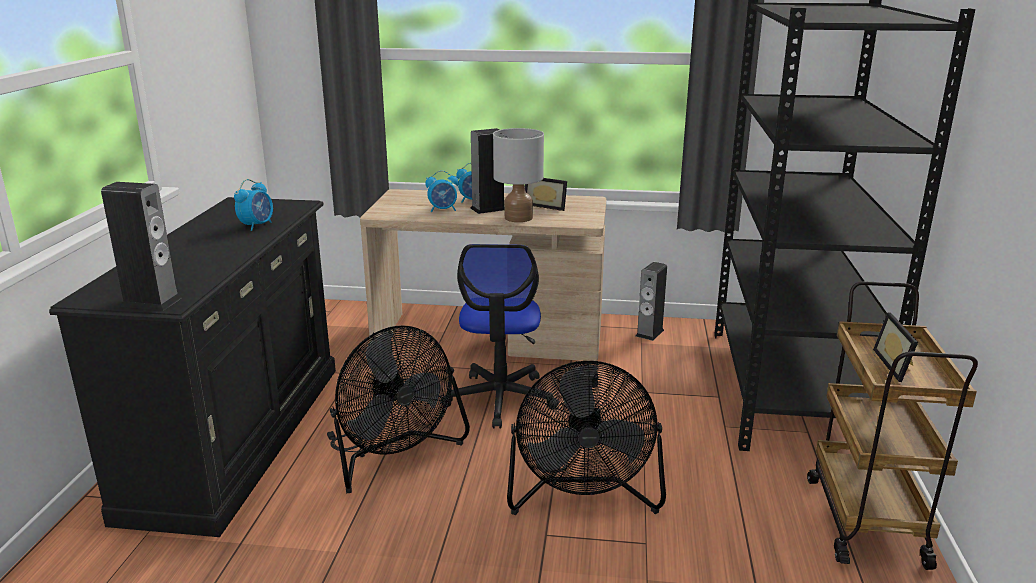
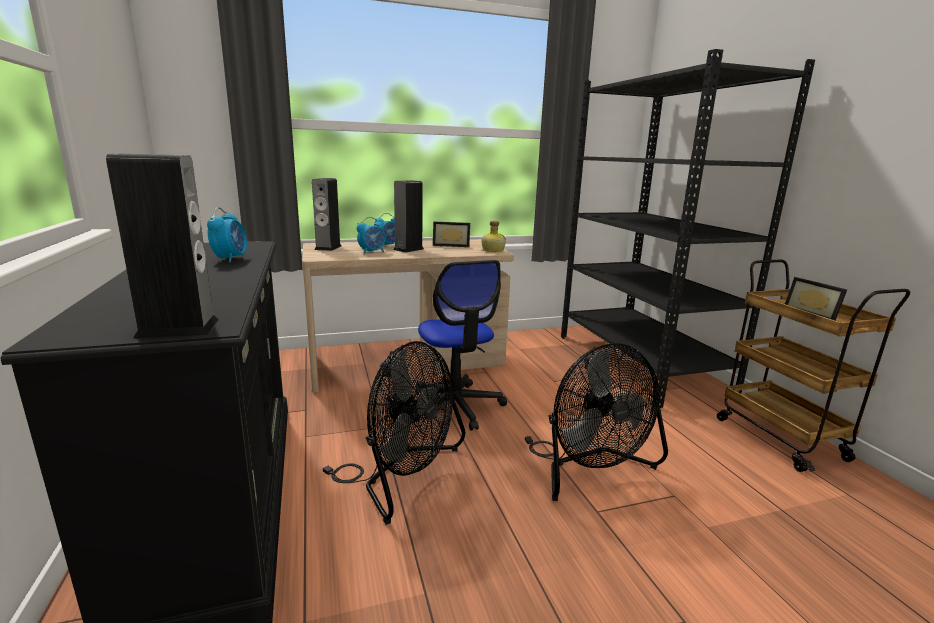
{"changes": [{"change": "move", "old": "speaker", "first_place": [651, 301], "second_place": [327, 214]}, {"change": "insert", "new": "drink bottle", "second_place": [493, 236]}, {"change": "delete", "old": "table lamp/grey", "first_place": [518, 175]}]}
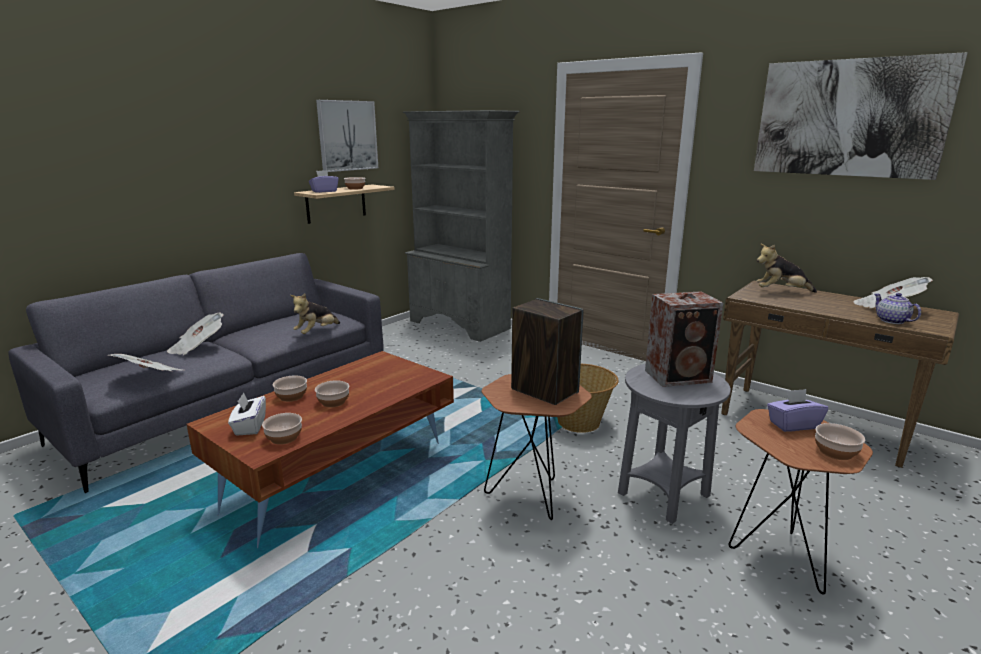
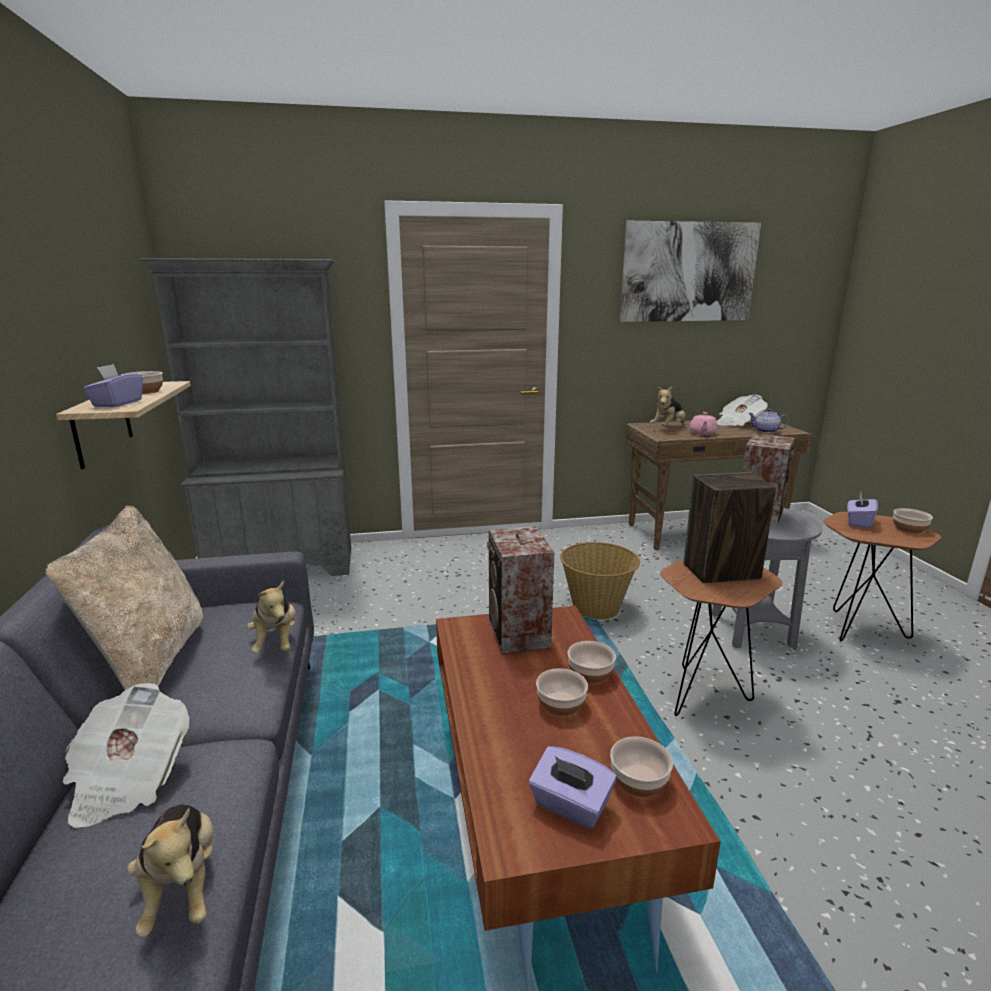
{"changes": [{"change": "insert", "new": "pillow/beige", "second_place": [124, 597]}, {"change": "replace", "old": "newspaper", "new": "soft toy", "first_place": [145, 362], "second_place": [170, 871]}, {"change": "insert", "new": "speaker", "second_place": [520, 590]}, {"change": "recolor", "old": "tissue holder/white-coloured", "new": "tissue holder/purplish", "first_place": [247, 414], "second_place": [573, 787]}, {"change": "move", "old": "deep dish", "first_place": [289, 389], "second_place": [592, 662]}, {"change": "insert", "new": "pot for tea/pinkish", "second_place": [703, 423]}, {"change": "delete", "old": "wall art", "first_place": [347, 136]}]}
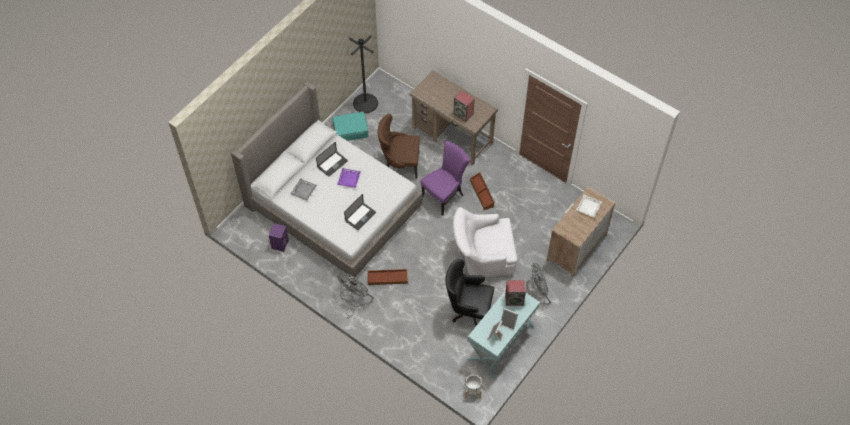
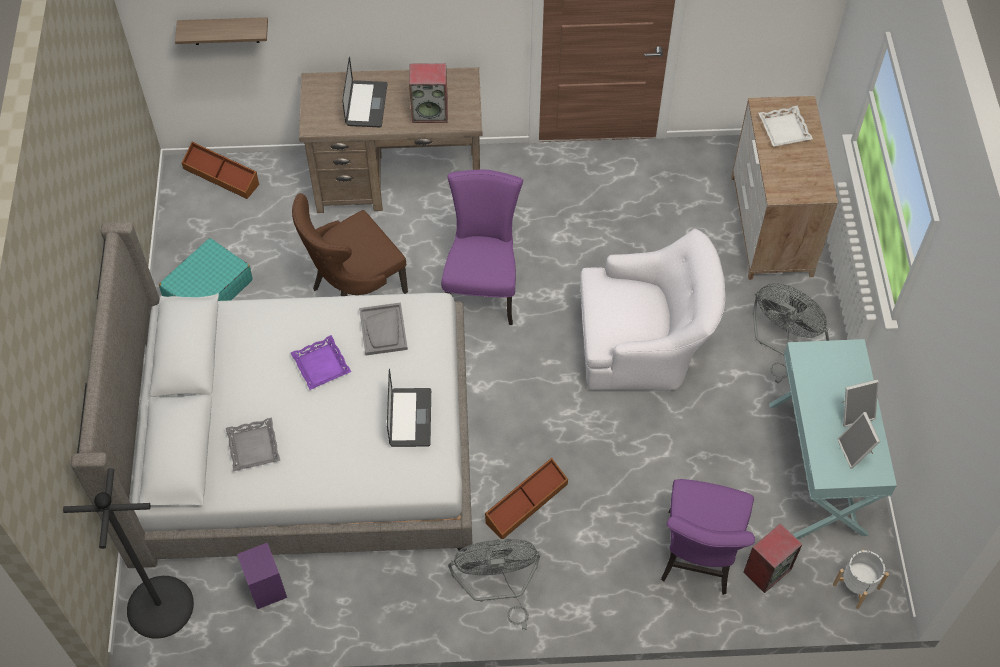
{"changes": [{"change": "move", "old": "garment rack/black-coloured", "first_place": [363, 74], "second_place": [128, 553]}, {"change": "insert", "new": "wall shelf", "second_place": [221, 31]}, {"change": "move", "old": "storage box/brown", "first_place": [482, 191], "second_place": [220, 170]}, {"change": "move", "old": "notebook computer", "first_place": [332, 159], "second_place": [364, 92]}, {"change": "insert", "new": "carrying tray/grey", "second_place": [383, 329]}, {"change": "rotate", "old": "easy chair/white-coloured", "first_place": [485, 242], "second_place": [652, 310], "degrees": -135}, {"change": "insert", "new": "upright chair/purplish", "second_place": [708, 537]}, {"change": "move", "old": "speaker", "first_place": [515, 293], "second_place": [772, 558]}, {"change": "delete", "old": "office chair/black-coloured", "first_place": [470, 292]}]}
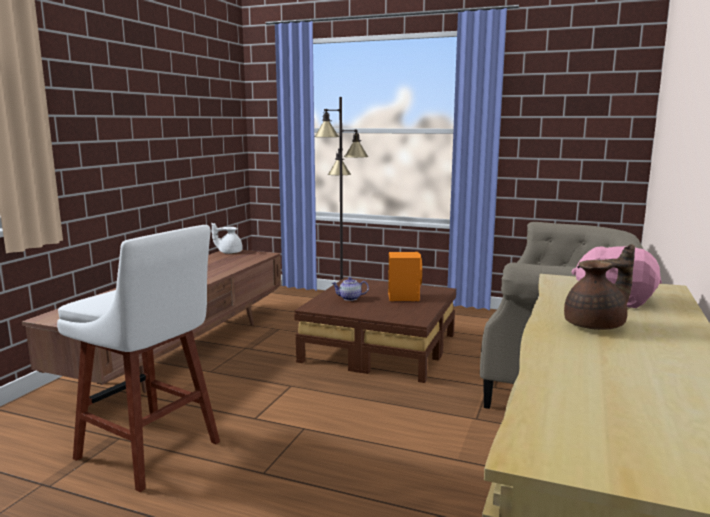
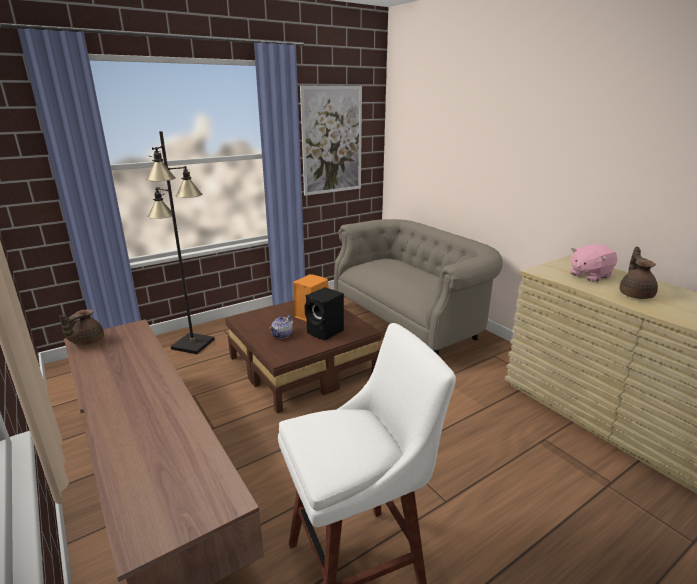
{"changes": [{"change": "recolor", "old": "pot for tea/white-coloured", "new": "pot for tea/brown", "first_place": [227, 238], "second_place": [81, 327]}, {"change": "insert", "new": "wall art", "second_place": [331, 140]}, {"change": "insert", "new": "speaker/black-coloured", "second_place": [324, 313]}]}
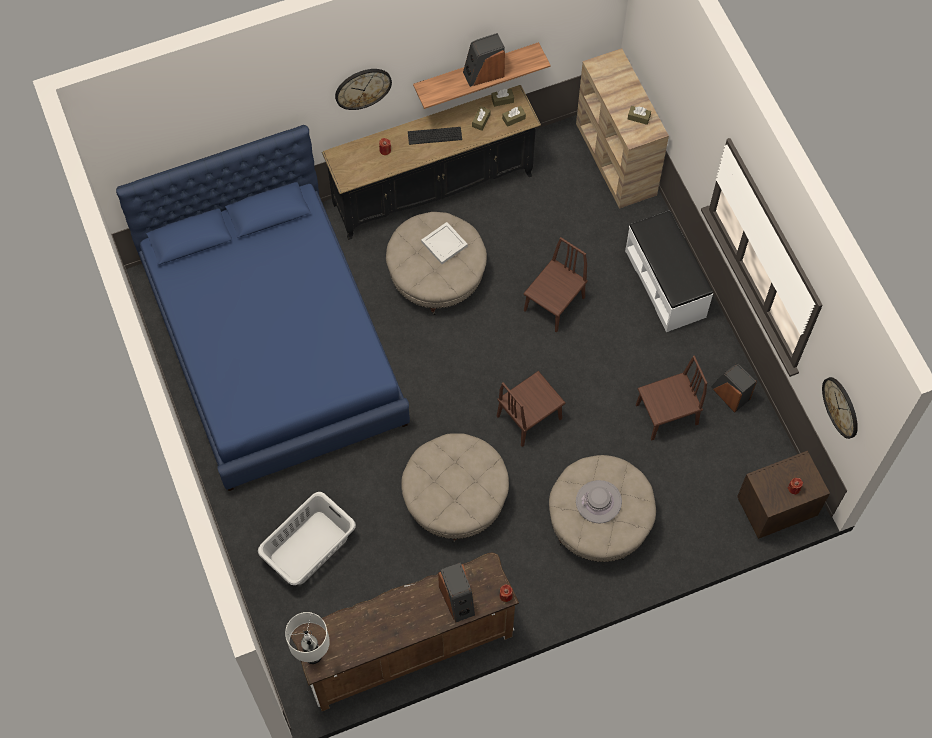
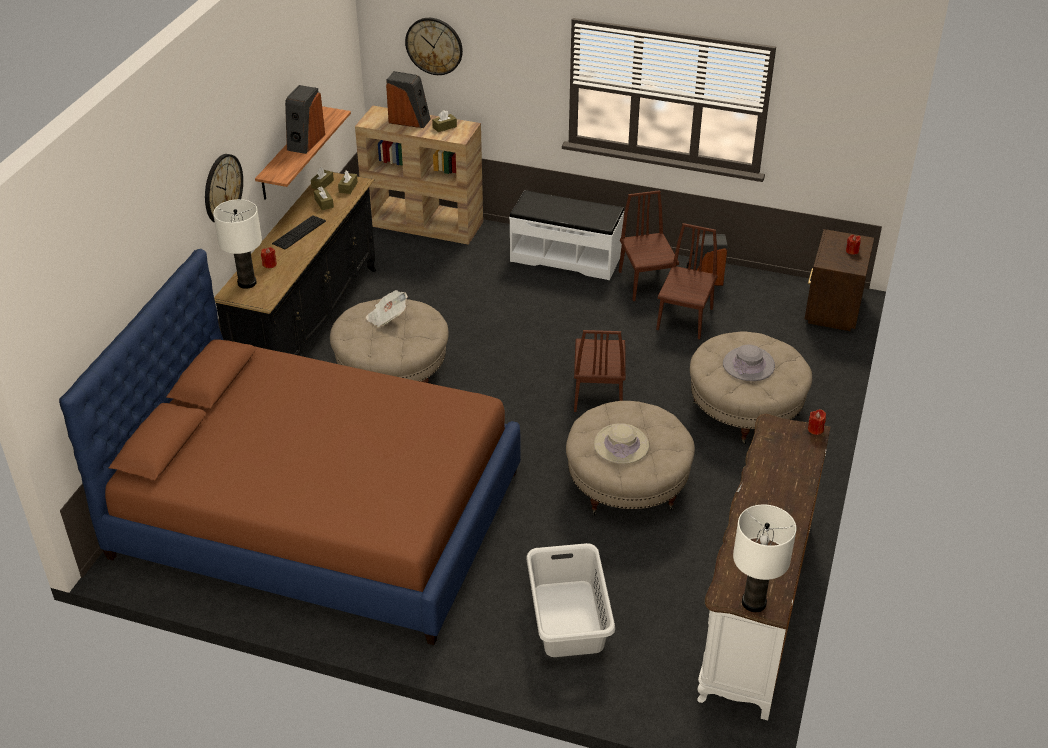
{"changes": [{"change": "recolor", "old": "sleeping bed/blue-coloured", "new": "sleeping bed/brown", "first_place": [263, 308], "second_place": [290, 447]}, {"change": "insert", "new": "table lamp/white-coloured", "second_place": [237, 244]}, {"change": "replace", "old": "carrying tray/white-coloured", "new": "newspaper", "first_place": [444, 243], "second_place": [387, 309]}, {"change": "move", "old": "speaker", "first_place": [456, 592], "second_place": [408, 99]}, {"change": "move", "old": "wall clock", "first_place": [840, 408], "second_place": [434, 46]}, {"change": "insert", "new": "clothing hat/beige", "second_place": [621, 443]}, {"change": "move", "old": "upright chair/brown", "first_place": [556, 285], "second_place": [649, 245]}]}
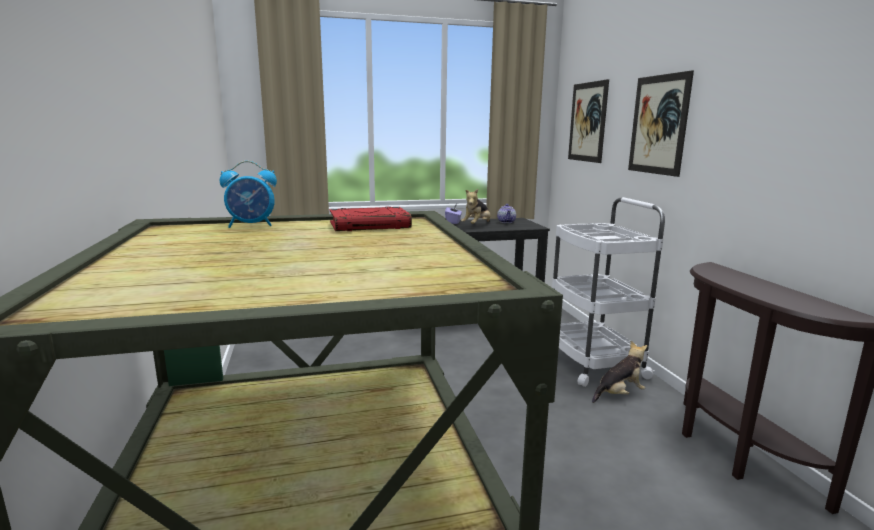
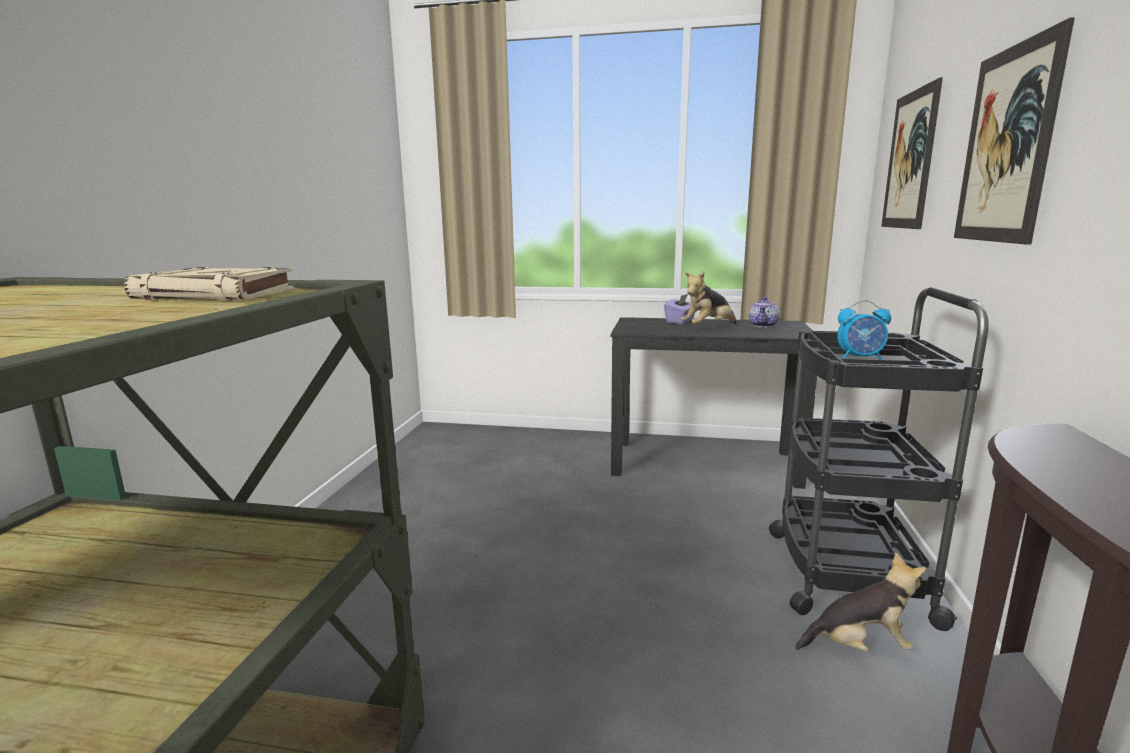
{"changes": [{"change": "recolor", "old": "bound book/red", "new": "bound book/beige", "first_place": [371, 218], "second_place": [209, 283]}, {"change": "recolor", "old": "wheeled cart/white-coloured", "new": "wheeled cart/black-coloured", "first_place": [608, 292], "second_place": [879, 459]}, {"change": "move", "old": "table clock", "first_place": [248, 194], "second_place": [864, 330]}]}
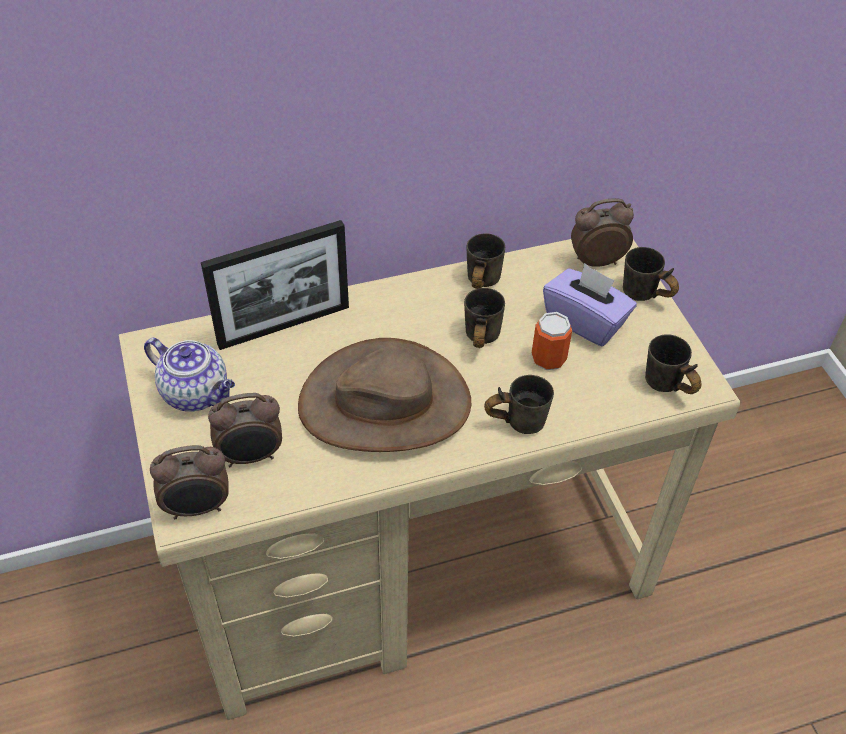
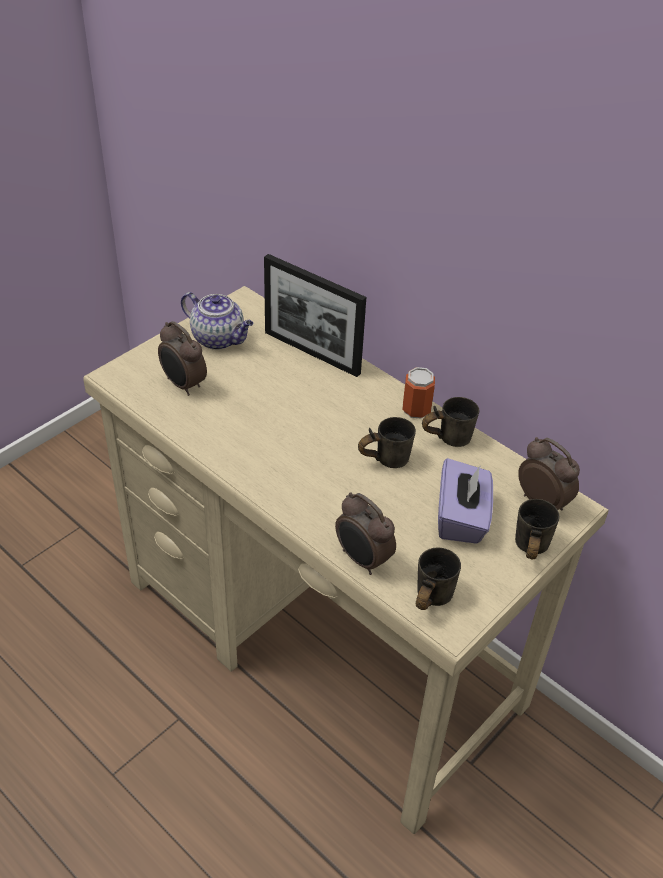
{"changes": [{"change": "rotate", "old": "pot for tea", "first_place": [189, 375], "second_place": [217, 321], "degrees": -60}, {"change": "move", "old": "table clock", "first_place": [189, 482], "second_place": [365, 533]}, {"change": "move", "old": "sealed can", "first_place": [552, 341], "second_place": [418, 393]}, {"change": "delete", "old": "clothing hat/brown", "first_place": [384, 395]}, {"change": "delete", "old": "coffee mug/grey", "first_place": [519, 404]}]}
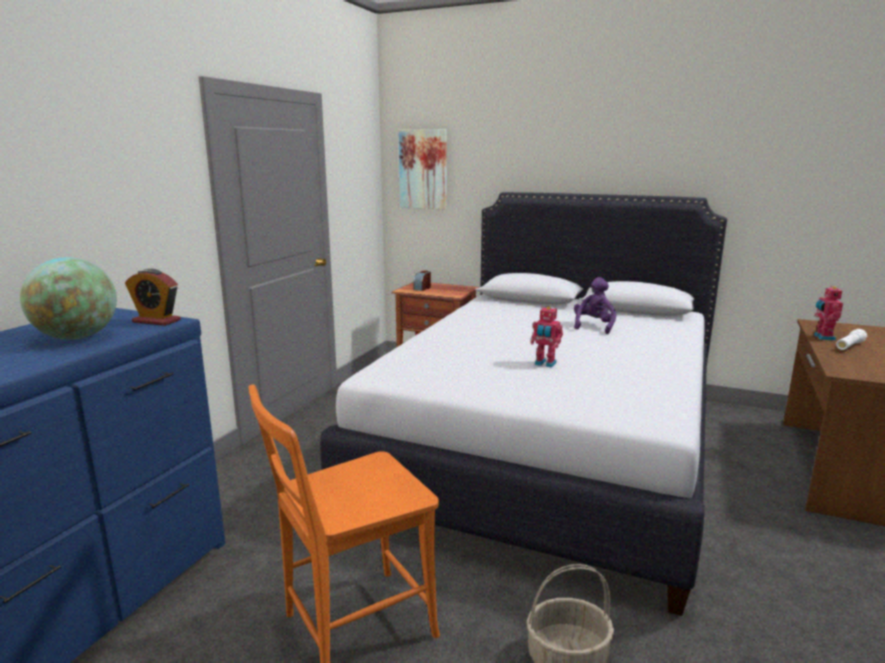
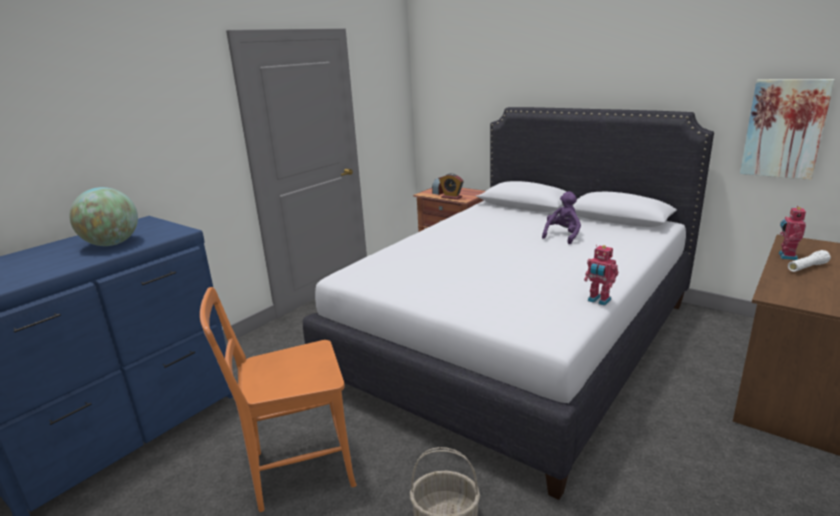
{"changes": [{"change": "move", "old": "table clock", "first_place": [153, 297], "second_place": [451, 186]}, {"change": "move", "old": "toy robot", "first_place": [547, 337], "second_place": [601, 275]}, {"change": "move", "old": "wall art", "first_place": [422, 169], "second_place": [787, 129]}]}
